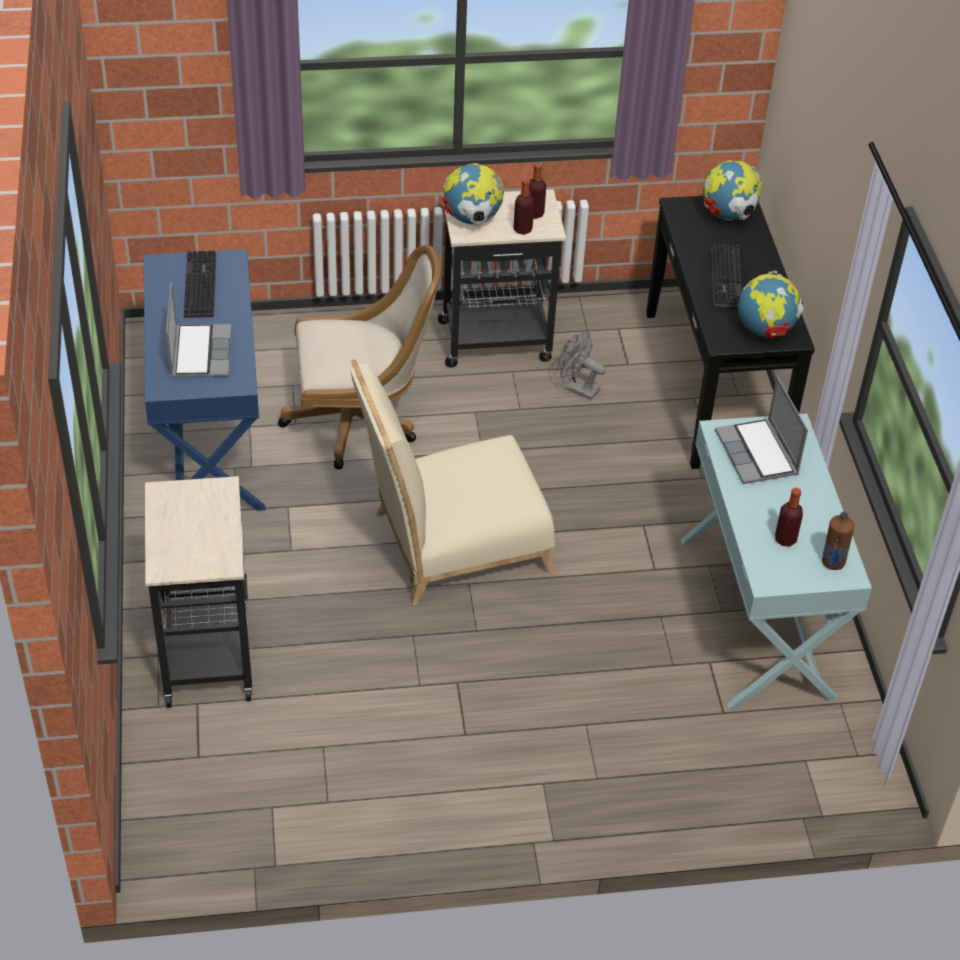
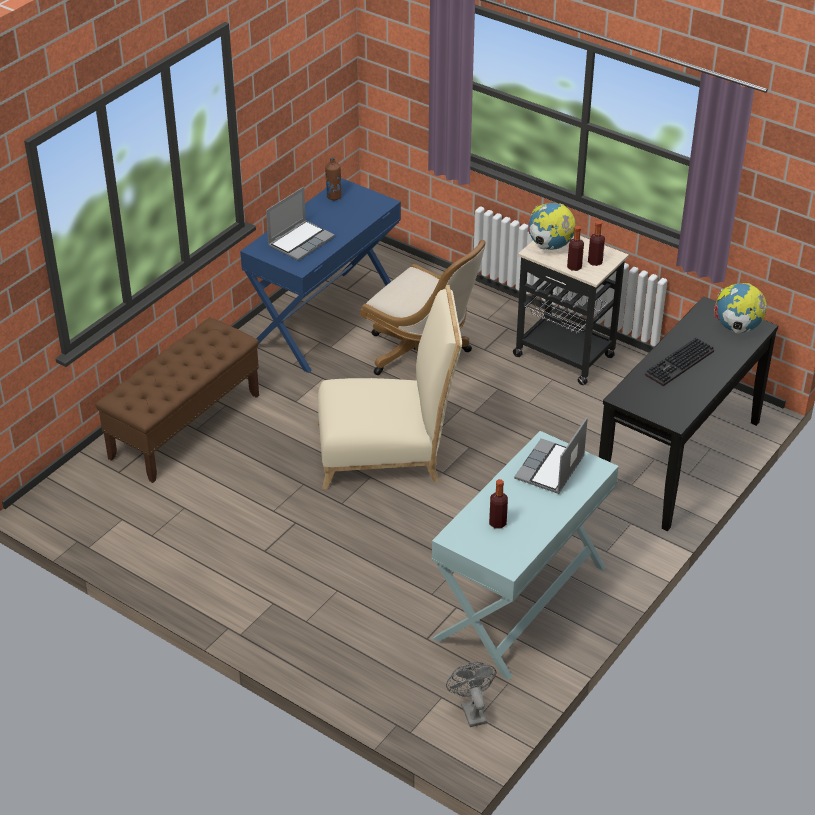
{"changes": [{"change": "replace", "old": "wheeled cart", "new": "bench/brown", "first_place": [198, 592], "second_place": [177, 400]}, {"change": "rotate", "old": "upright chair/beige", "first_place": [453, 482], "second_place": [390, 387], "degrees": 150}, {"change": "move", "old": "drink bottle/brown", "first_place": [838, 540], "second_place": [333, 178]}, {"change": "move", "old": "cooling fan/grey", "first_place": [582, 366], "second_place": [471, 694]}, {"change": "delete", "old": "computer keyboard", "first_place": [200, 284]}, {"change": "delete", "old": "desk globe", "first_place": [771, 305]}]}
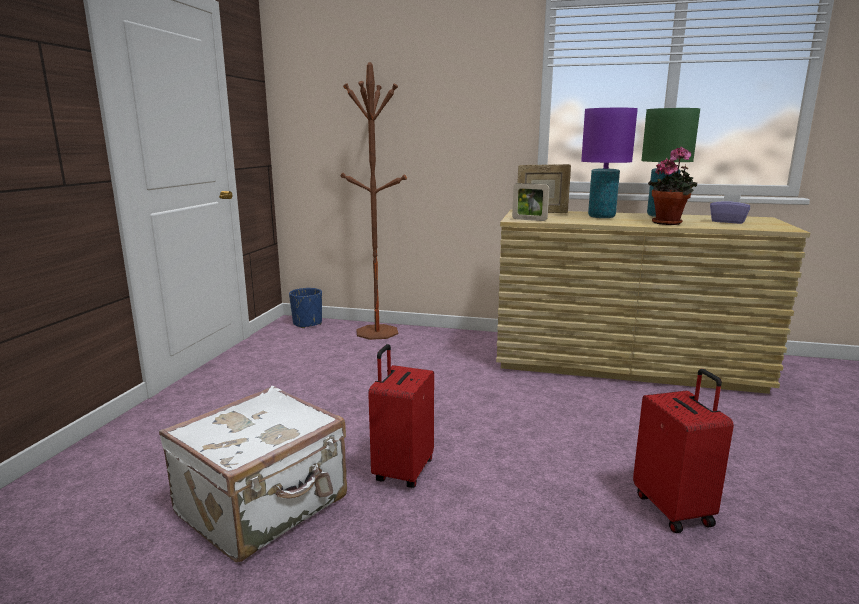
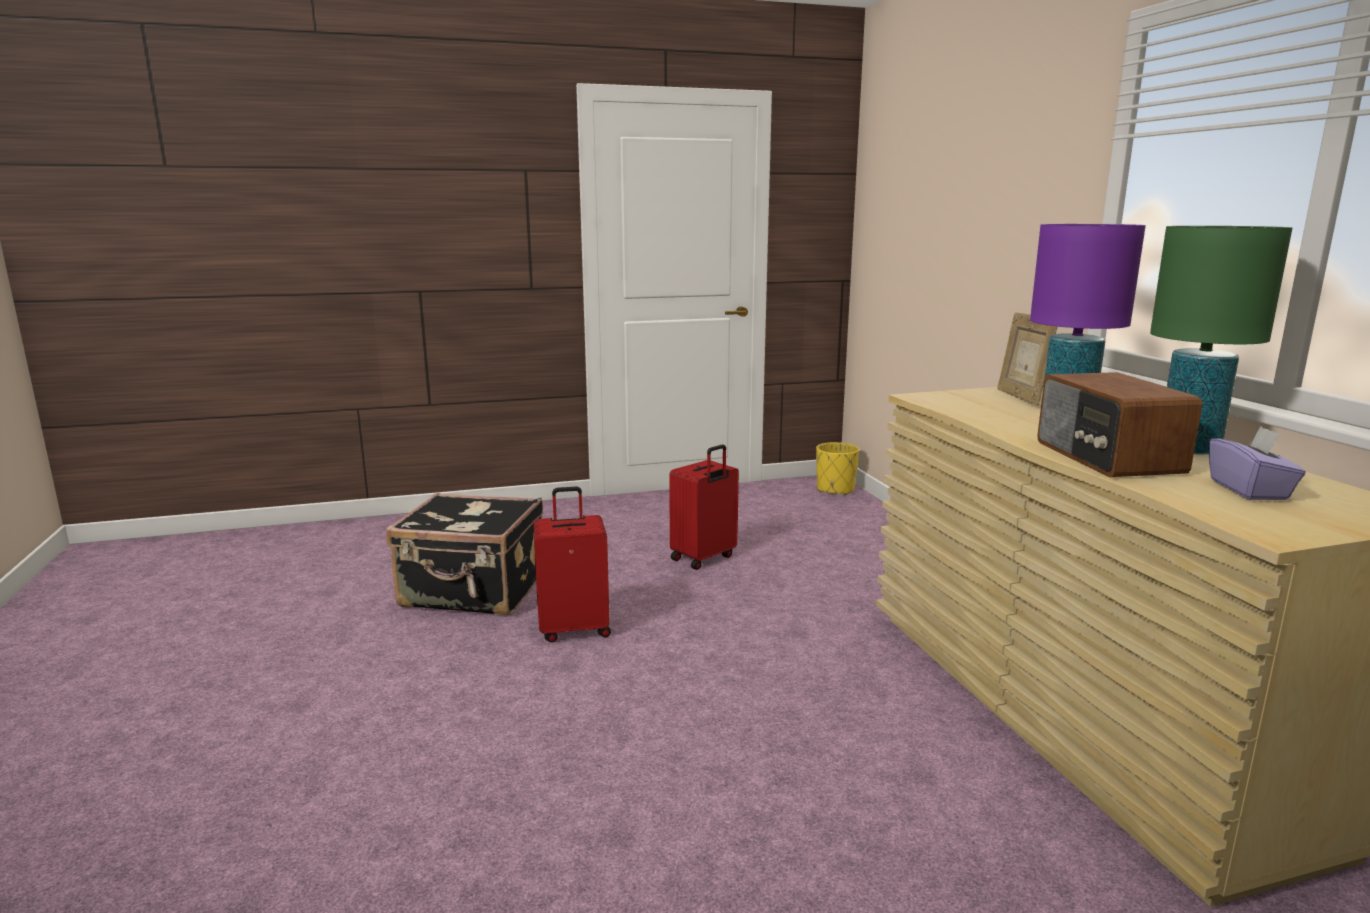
{"changes": [{"change": "recolor", "old": "travel case/white-coloured", "new": "travel case/black-coloured", "first_place": [253, 474], "second_place": [464, 554]}, {"change": "move", "old": "travel case/red", "first_place": [683, 451], "second_place": [704, 507]}, {"change": "recolor", "old": "planter/blue-coloured", "new": "planter/yellow-coloured", "first_place": [305, 308], "second_place": [837, 468]}, {"change": "replace", "old": "potted plant", "new": "radio receiver", "first_place": [672, 186], "second_place": [1119, 424]}, {"change": "delete", "old": "garment rack/brown", "first_place": [374, 201]}, {"change": "delete", "old": "photo frame", "first_place": [530, 202]}]}
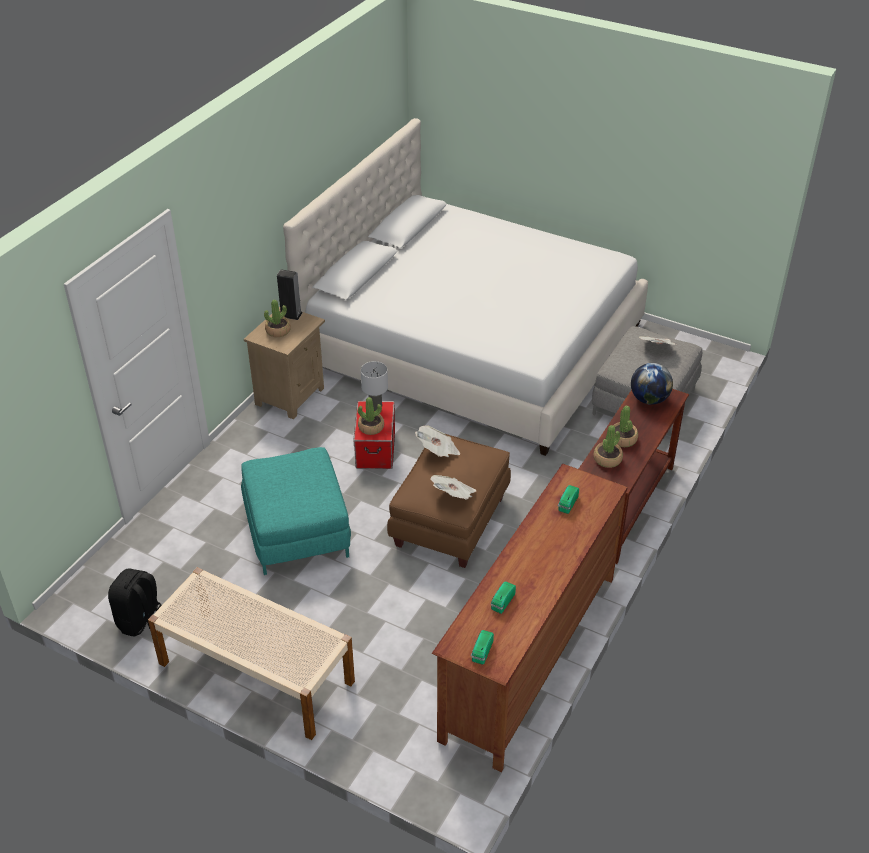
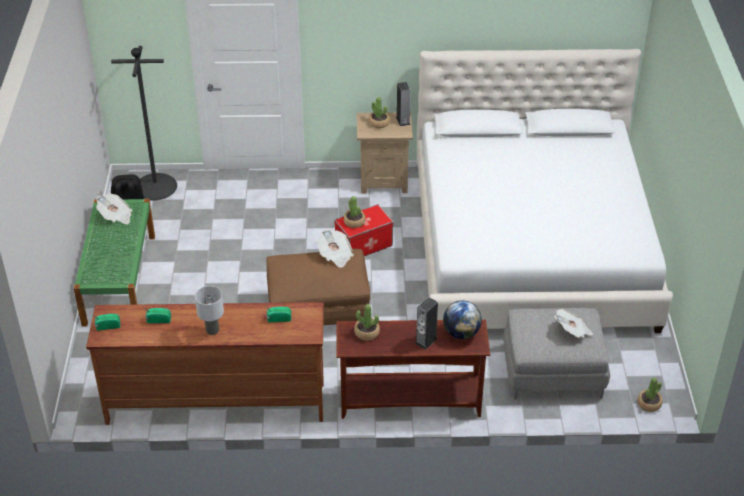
{"changes": [{"change": "recolor", "old": "bench/beige", "new": "bench/greenish", "first_place": [251, 653], "second_place": [114, 262]}, {"change": "move", "old": "newspaper", "first_place": [453, 487], "second_place": [114, 209]}, {"change": "insert", "new": "garment rack/black-coloured", "second_place": [144, 123]}, {"change": "move", "old": "table lamp/white-coloured", "first_place": [374, 386], "second_place": [209, 310]}, {"change": "insert", "new": "speaker", "second_place": [426, 323]}, {"change": "move", "old": "potted plant", "first_place": [625, 426], "second_place": [649, 395]}, {"change": "delete", "old": "ottoman/turquoise-coloured", "first_place": [296, 511]}]}
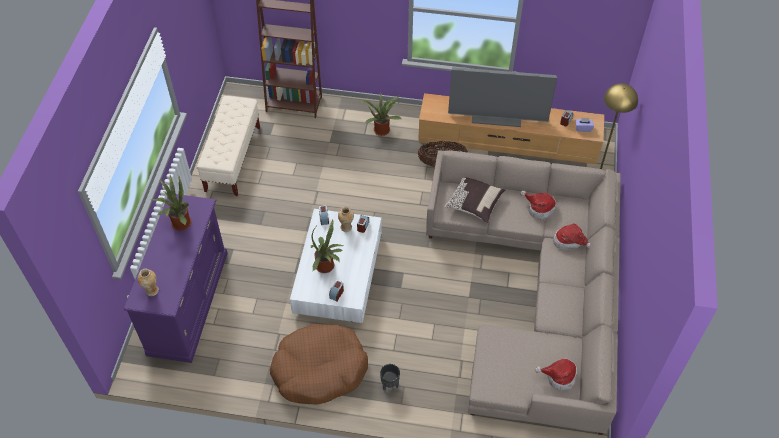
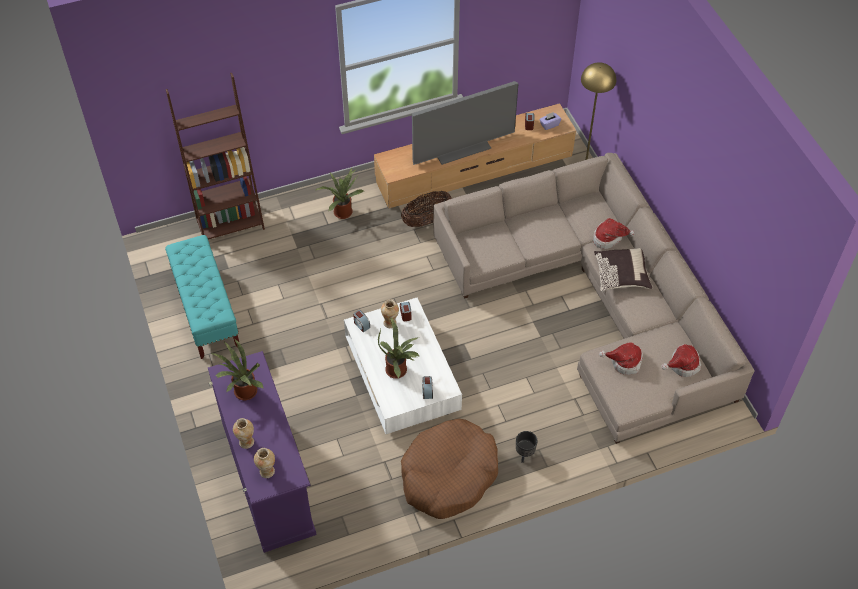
{"changes": [{"change": "recolor", "old": "bench/beige", "new": "bench/turquoise-coloured", "first_place": [228, 146], "second_place": [202, 297]}, {"change": "insert", "new": "decorative vase", "second_place": [243, 433]}, {"change": "move", "old": "pillow", "first_place": [475, 200], "second_place": [623, 270]}, {"change": "move", "old": "clothing hat", "first_place": [538, 205], "second_place": [621, 358]}]}
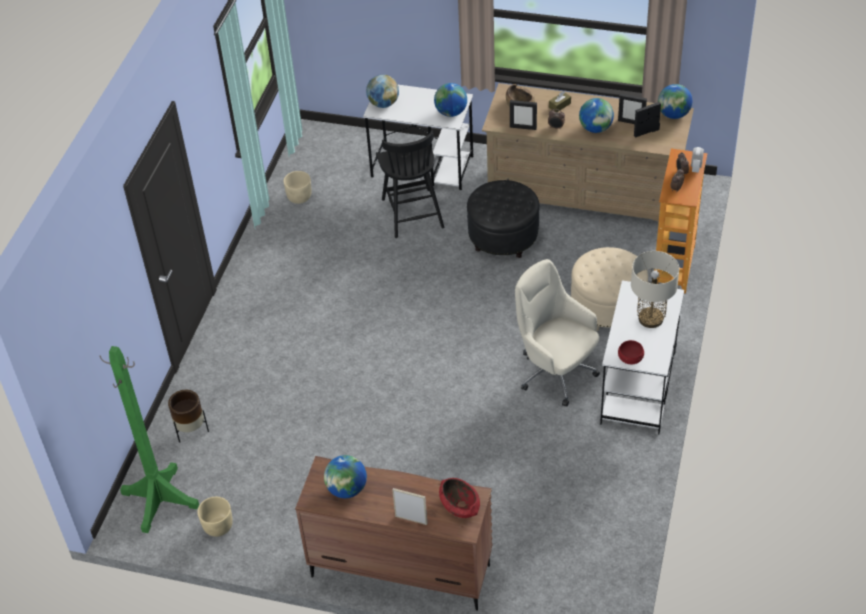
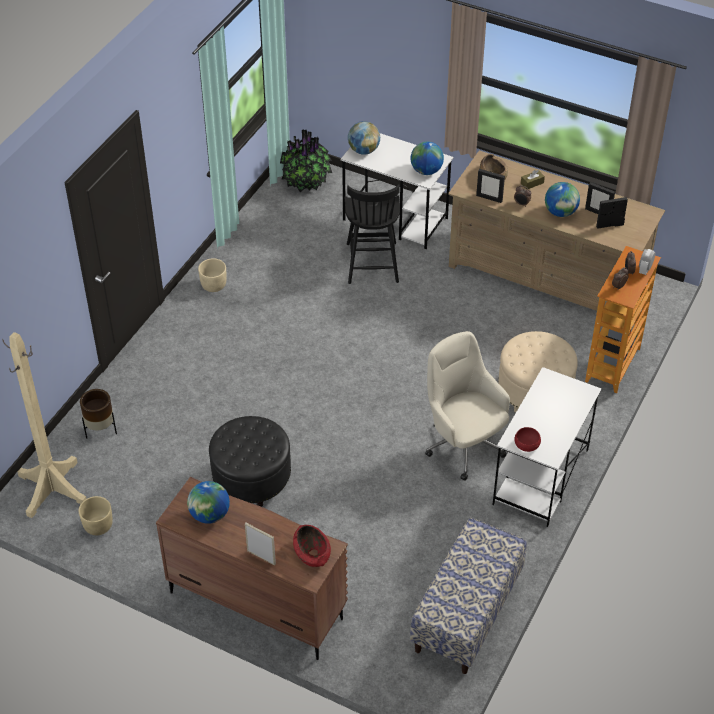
{"changes": [{"change": "recolor", "old": "garment rack/greenish", "new": "garment rack/beige", "first_place": [149, 439], "second_place": [44, 425]}, {"change": "move", "old": "planter/beige", "first_place": [297, 187], "second_place": [212, 275]}, {"change": "move", "old": "ottoman/black-coloured", "first_place": [503, 219], "second_place": [250, 461]}, {"change": "insert", "new": "potted plant", "second_place": [306, 160]}, {"change": "insert", "new": "bench", "second_place": [468, 596]}, {"change": "delete", "old": "table lamp", "first_place": [655, 289]}, {"change": "delete", "old": "desk globe", "first_place": [675, 101]}]}
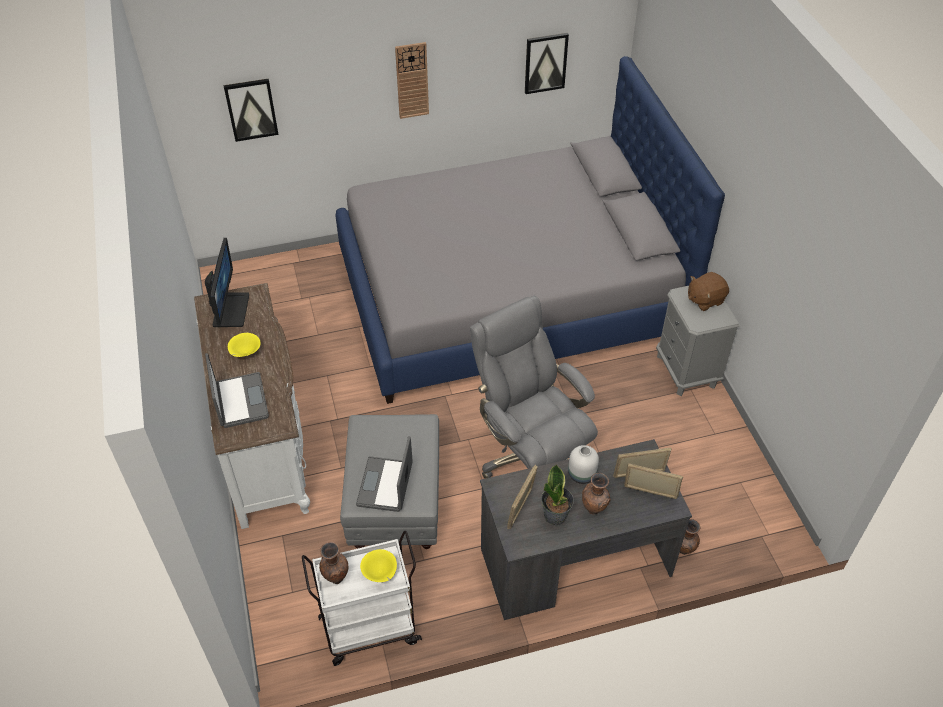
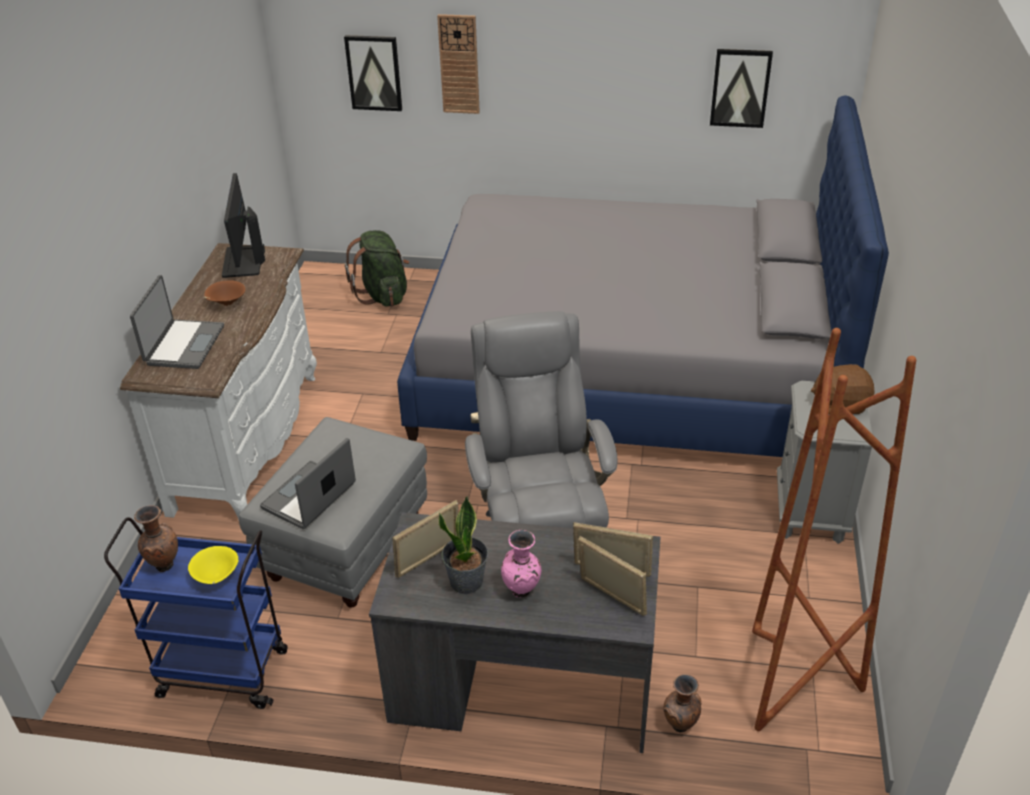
{"changes": [{"change": "recolor", "old": "wheeled cart/white-coloured", "new": "wheeled cart/blue-coloured", "first_place": [362, 598], "second_place": [196, 613]}, {"change": "recolor", "old": "deep dish/yellow-coloured", "new": "deep dish/brown", "first_place": [244, 345], "second_place": [224, 293]}, {"change": "rotate", "old": "computer screen", "first_place": [227, 282], "second_place": [243, 225], "degrees": 150}, {"change": "insert", "new": "knapsack/greenish", "second_place": [377, 268]}, {"change": "move", "old": "wall clock", "first_place": [412, 80], "second_place": [458, 64]}, {"change": "recolor", "old": "decorative vase/brown", "new": "decorative vase/pinkish", "first_place": [596, 494], "second_place": [521, 563]}, {"change": "insert", "new": "garment rack/brown", "second_place": [834, 529]}, {"change": "delete", "old": "decorative vase/white-coloured", "first_place": [583, 464]}]}
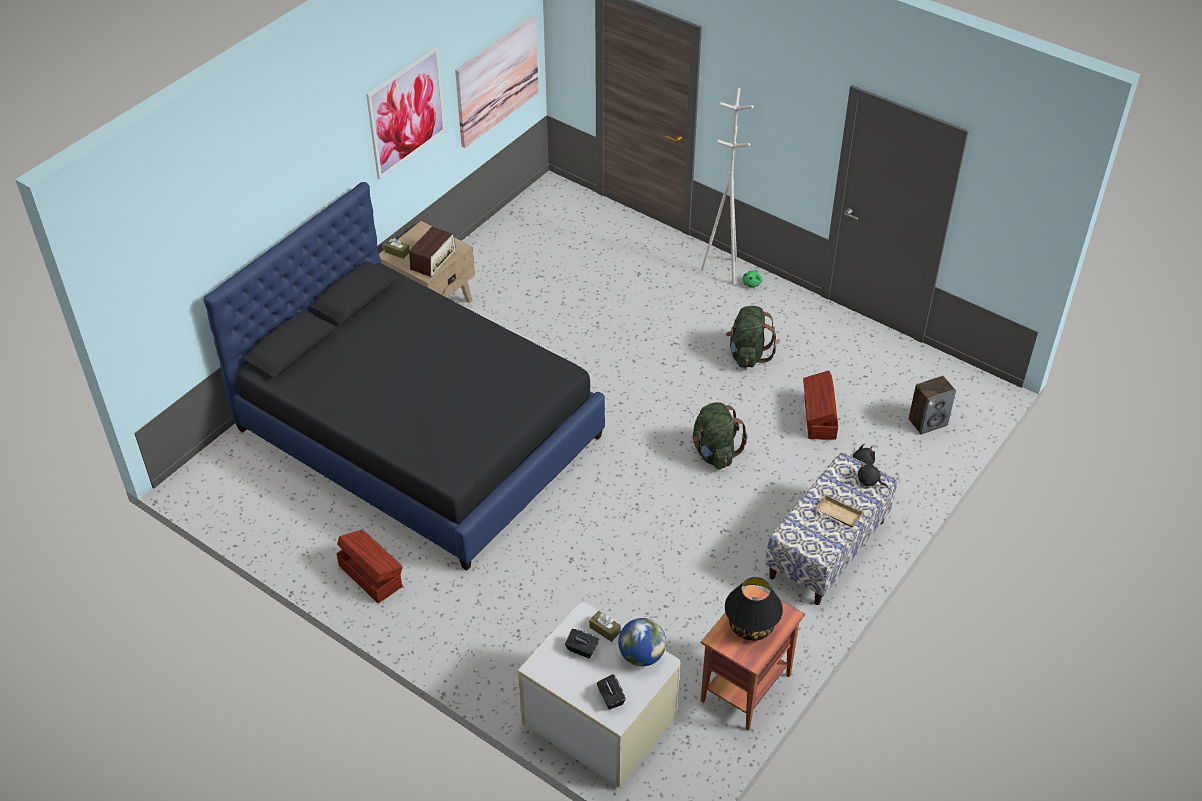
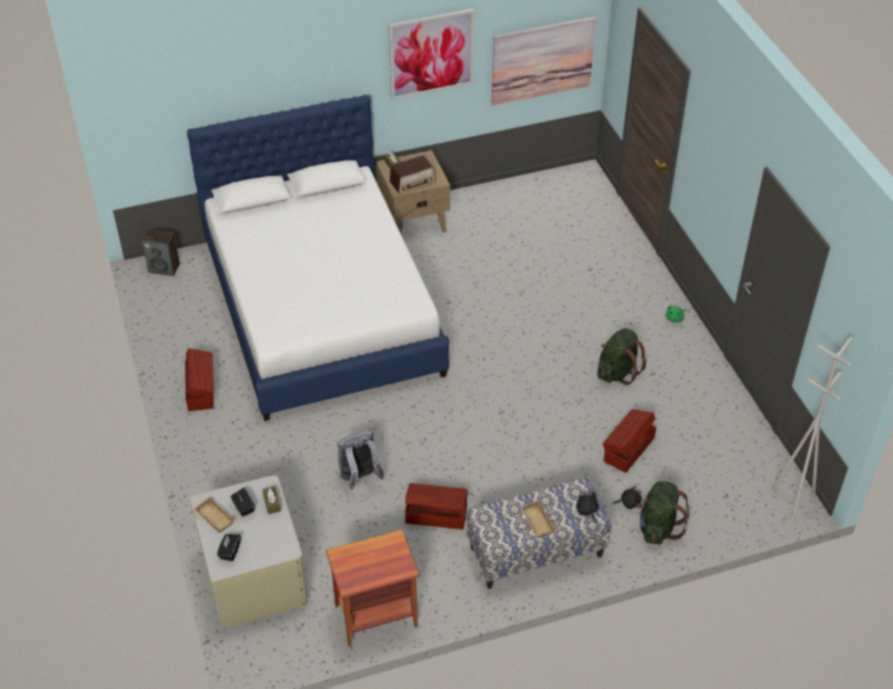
{"changes": [{"change": "move", "old": "speaker", "first_place": [932, 405], "second_place": [161, 252]}, {"change": "recolor", "old": "sleeping bed/black-coloured", "new": "sleeping bed/white-coloured", "first_place": [404, 376], "second_place": [318, 258]}, {"change": "insert", "new": "carrying tray/beige", "second_place": [214, 515]}, {"change": "insert", "new": "knapsack/grey", "second_place": [360, 460]}, {"change": "insert", "new": "storage box/brown", "second_place": [436, 506]}, {"change": "move", "old": "knapsack/greenish", "first_place": [720, 435], "second_place": [663, 512]}, {"change": "move", "old": "garment rack/grey", "first_place": [727, 186], "second_place": [812, 429]}, {"change": "delete", "old": "desk globe", "first_place": [642, 642]}, {"change": "delete", "old": "table lamp/black-coloured", "first_place": [754, 609]}]}
